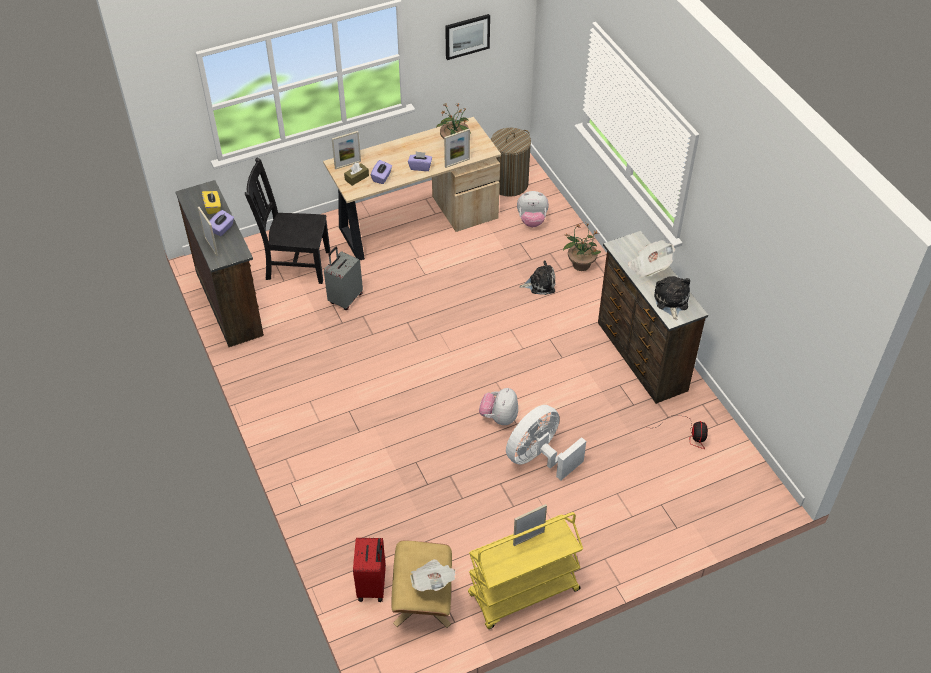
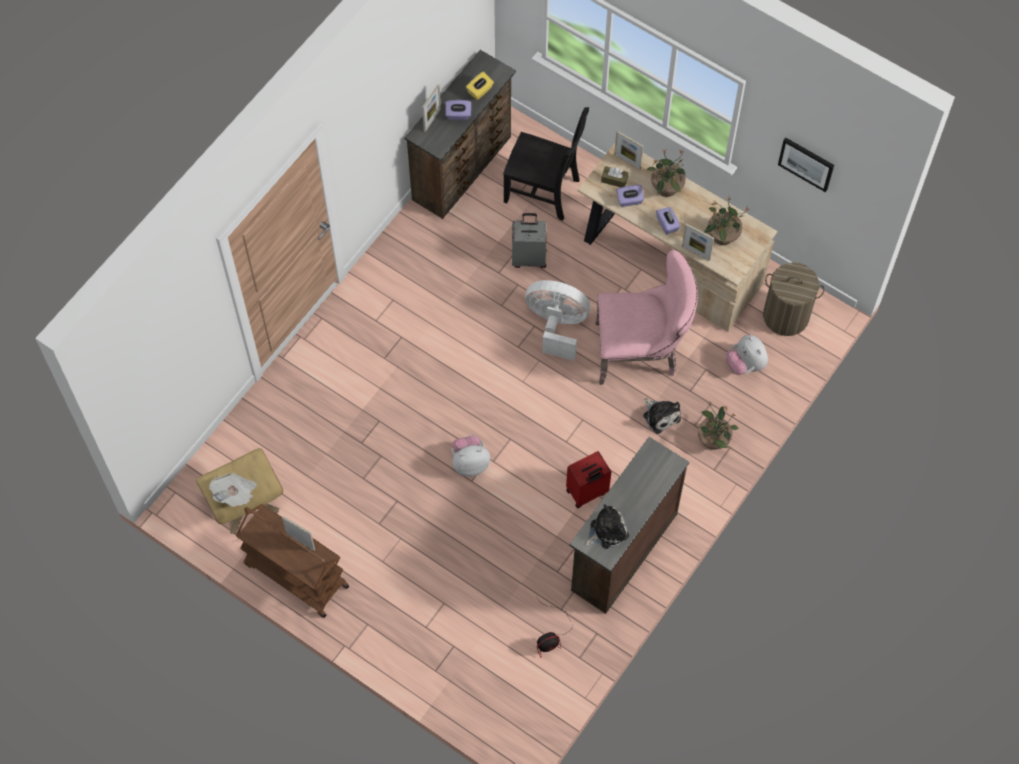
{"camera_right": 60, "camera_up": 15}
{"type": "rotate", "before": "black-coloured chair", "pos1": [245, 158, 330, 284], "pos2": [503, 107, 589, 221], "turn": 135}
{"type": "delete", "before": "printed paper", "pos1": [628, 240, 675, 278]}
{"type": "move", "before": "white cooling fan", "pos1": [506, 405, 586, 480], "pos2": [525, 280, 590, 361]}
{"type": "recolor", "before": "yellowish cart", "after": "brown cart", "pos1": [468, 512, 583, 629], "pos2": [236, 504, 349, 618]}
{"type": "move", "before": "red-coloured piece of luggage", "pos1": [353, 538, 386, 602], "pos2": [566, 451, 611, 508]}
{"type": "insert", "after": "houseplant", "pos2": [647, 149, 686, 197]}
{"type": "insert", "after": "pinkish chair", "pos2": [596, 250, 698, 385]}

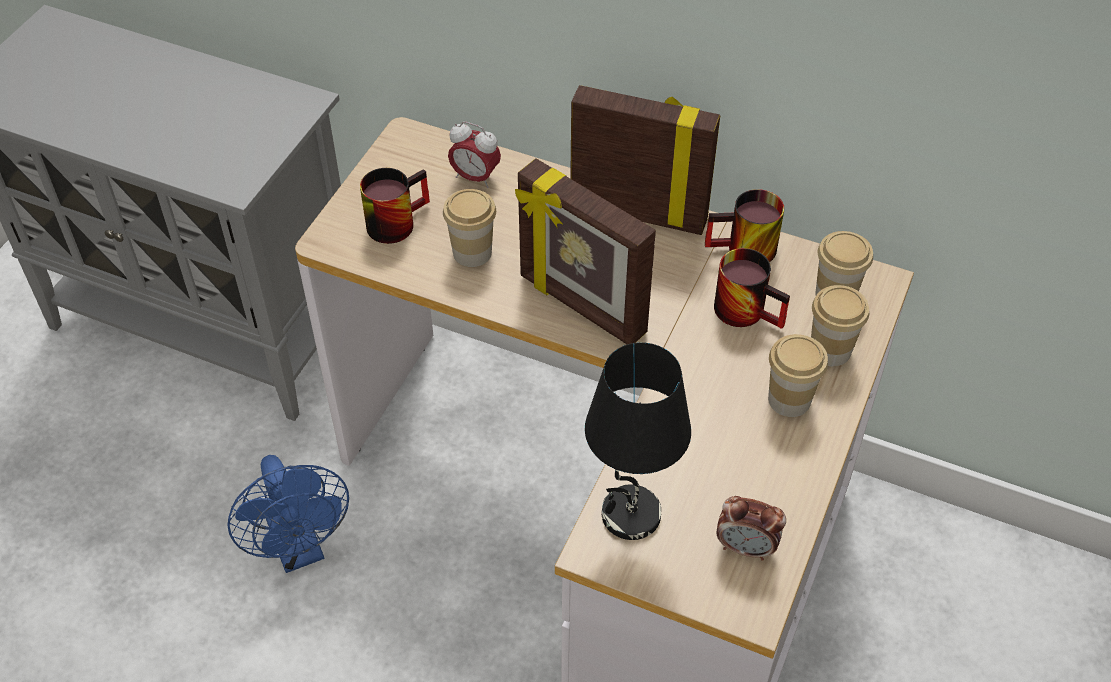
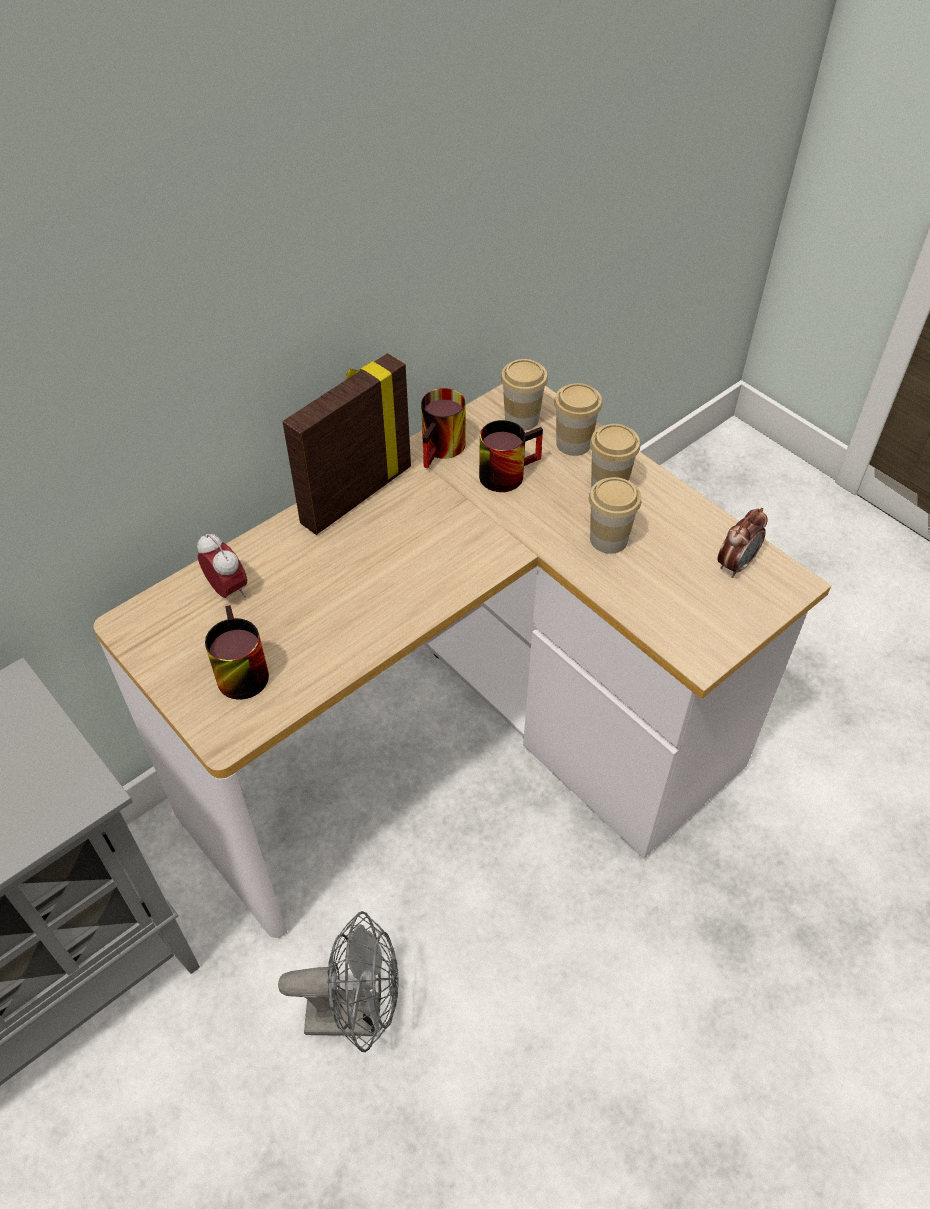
{"camera_right": -65, "camera_up": 0}
{"type": "rotate", "before": "table clock", "pos1": [448, 121, 501, 188], "pos2": [197, 533, 247, 598], "turn": -90}
{"type": "delete", "before": "photo frame", "pos1": [515, 158, 656, 344]}
{"type": "move", "before": "drinking cup", "pos1": [443, 189, 496, 267], "pos2": [589, 477, 641, 554]}
{"type": "delete", "before": "black-coloured table lamp", "pos1": [585, 342, 691, 540]}
{"type": "recolor", "before": "blue cooling fan", "after": "grey cooling fan", "pos1": [227, 455, 349, 573], "pos2": [278, 911, 399, 1052]}

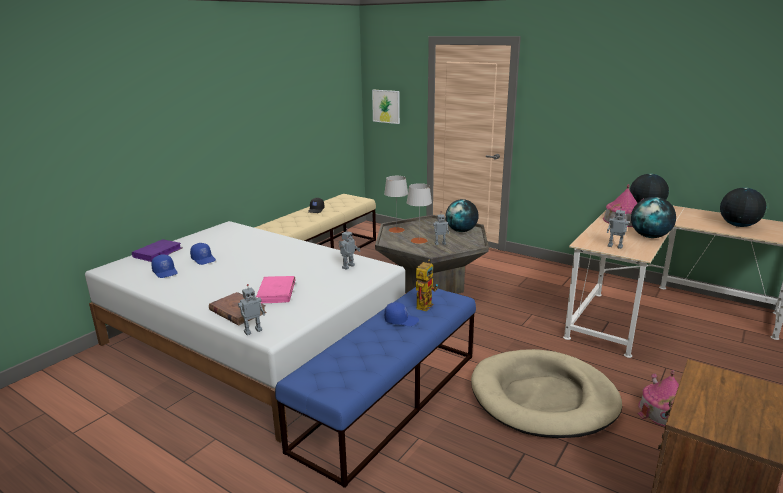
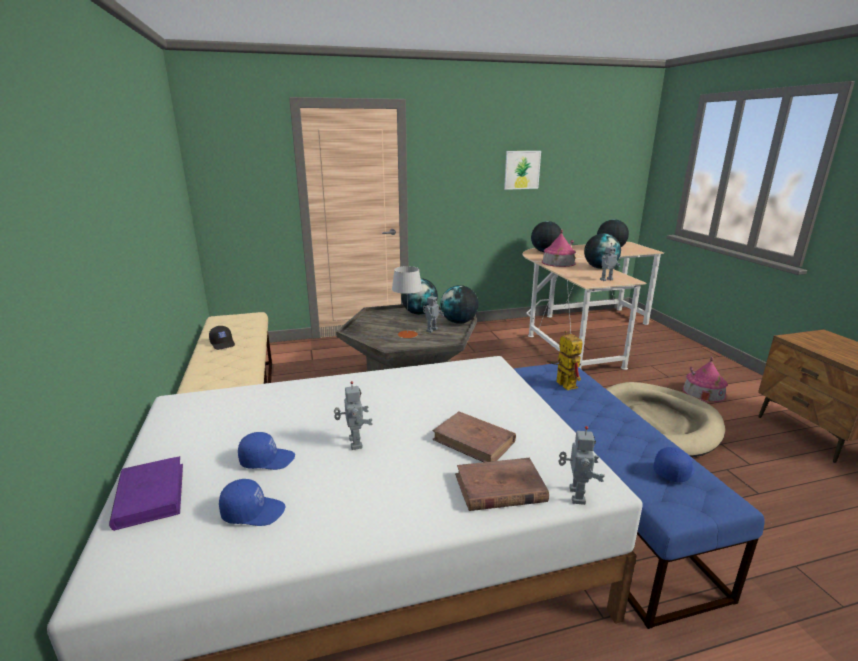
{"camera_right": -50, "camera_up": 0}
{"type": "move", "before": "picture", "pos1": [372, 90, 400, 124], "pos2": [504, 151, 541, 190]}
{"type": "delete", "before": "grey table lamp", "pos1": [384, 176, 408, 233]}
{"type": "move", "before": "model robot", "pos1": [339, 228, 360, 270], "pos2": [334, 381, 373, 450]}
{"type": "recolor", "before": "pinkish bound book", "after": "brown bound book", "pos1": [256, 276, 296, 303], "pos2": [433, 411, 516, 462]}
{"type": "move", "before": "blue peaked cap", "pos1": [384, 302, 419, 326], "pos2": [653, 447, 695, 482]}
{"type": "insert", "after": "world globe", "pos2": [440, 285, 478, 324]}

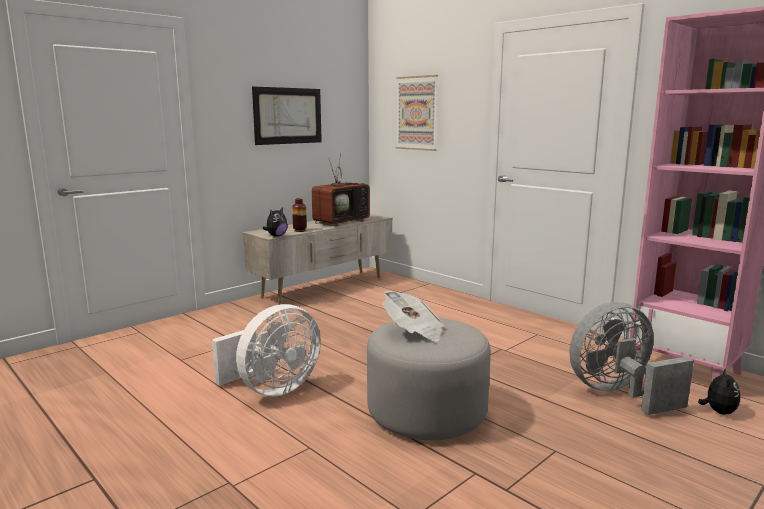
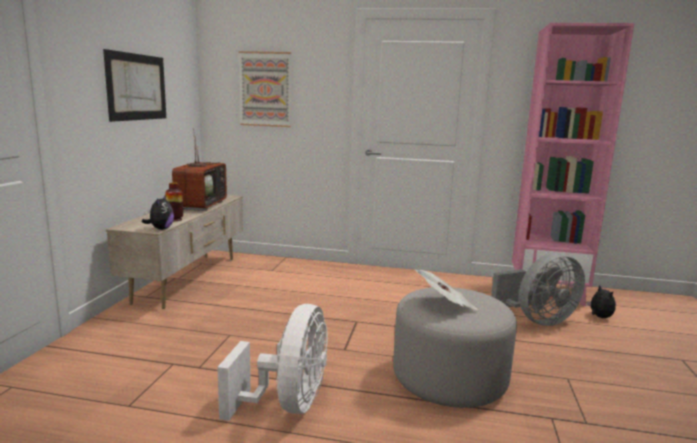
{"camera_right": -35, "camera_up": 0}
{"type": "rotate", "before": "grey cooling fan", "pos1": [569, 302, 694, 415], "pos2": [491, 253, 585, 326], "turn": -150}

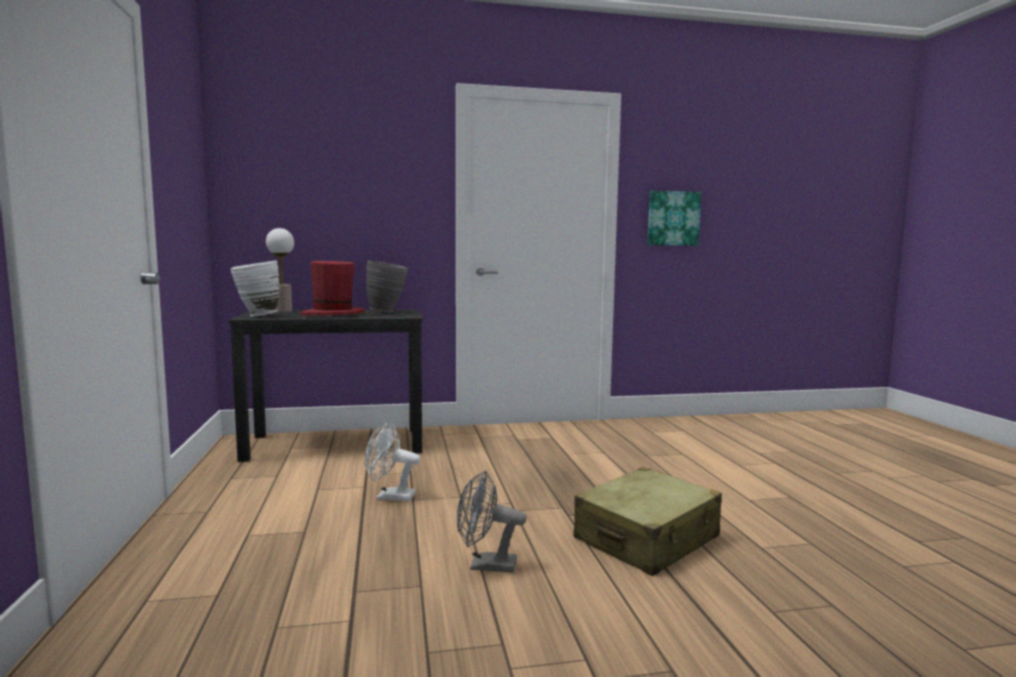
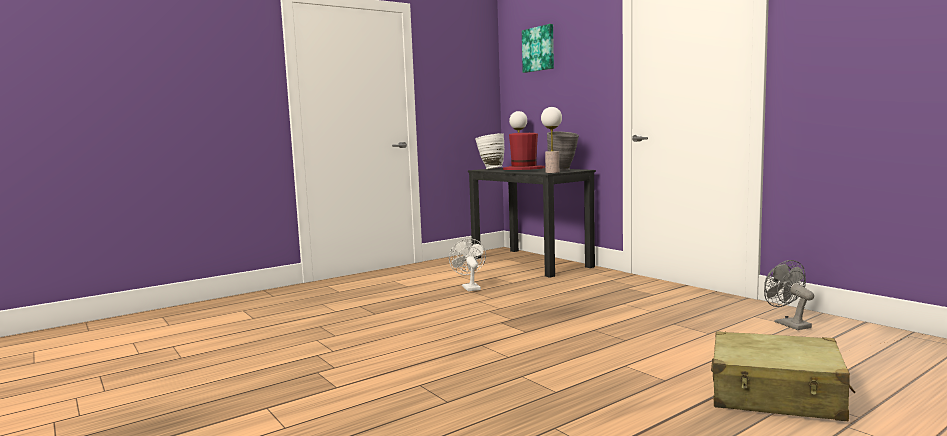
{"camera_right": 65, "camera_up": 0}
{"type": "move", "before": "picture", "pos1": [648, 191, 701, 246], "pos2": [522, 24, 554, 73]}
{"type": "move", "before": "beige piece of luggage", "pos1": [573, 467, 722, 576], "pos2": [711, 331, 855, 421]}
{"type": "move", "before": "grey cooling fan", "pos1": [457, 470, 527, 573], "pos2": [764, 260, 814, 330]}
{"type": "insert", "after": "table lamp", "pos2": [541, 107, 562, 173]}

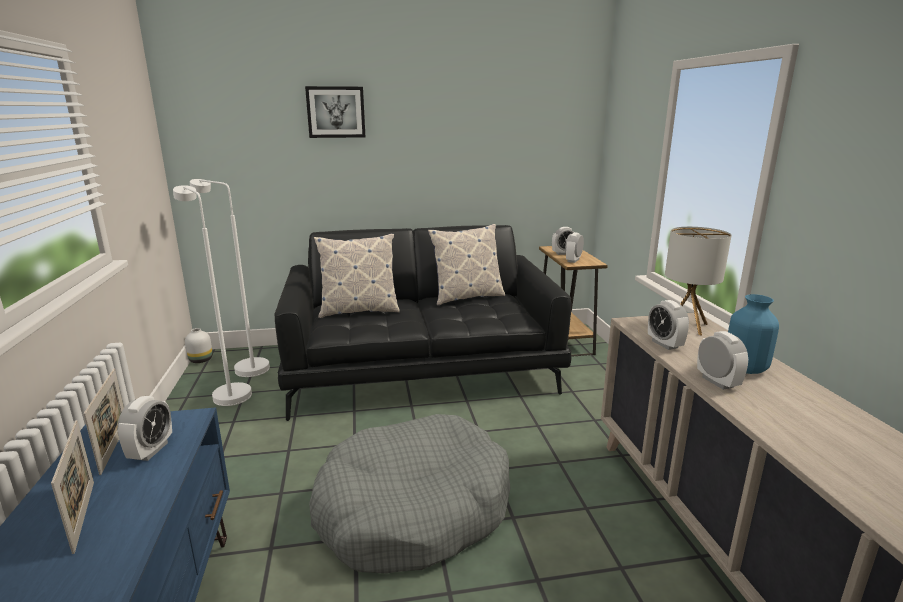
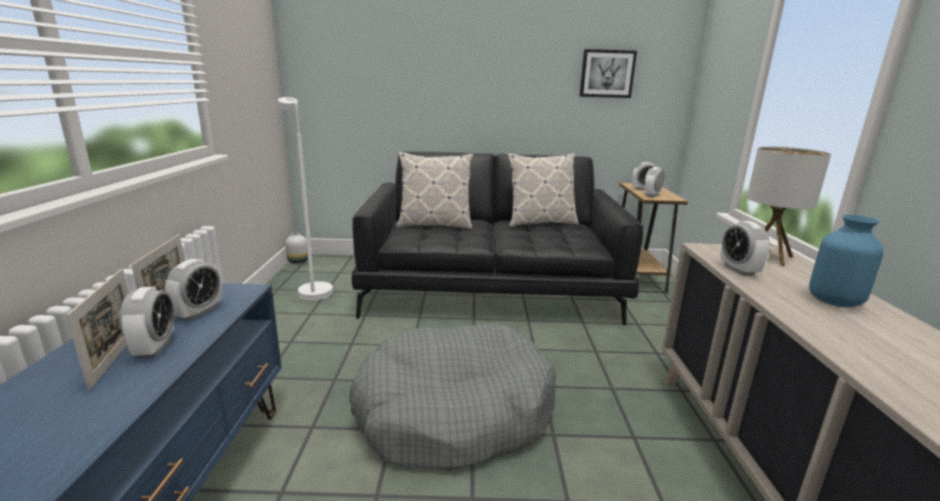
{"camera_right": 10, "camera_up": 0}
{"type": "move", "before": "picture", "pos1": [305, 86, 365, 138], "pos2": [580, 49, 637, 98]}
{"type": "delete", "before": "white floor lamp", "pos1": [190, 179, 270, 377]}
{"type": "move", "before": "table clock", "pos1": [697, 331, 748, 390], "pos2": [119, 287, 174, 358]}

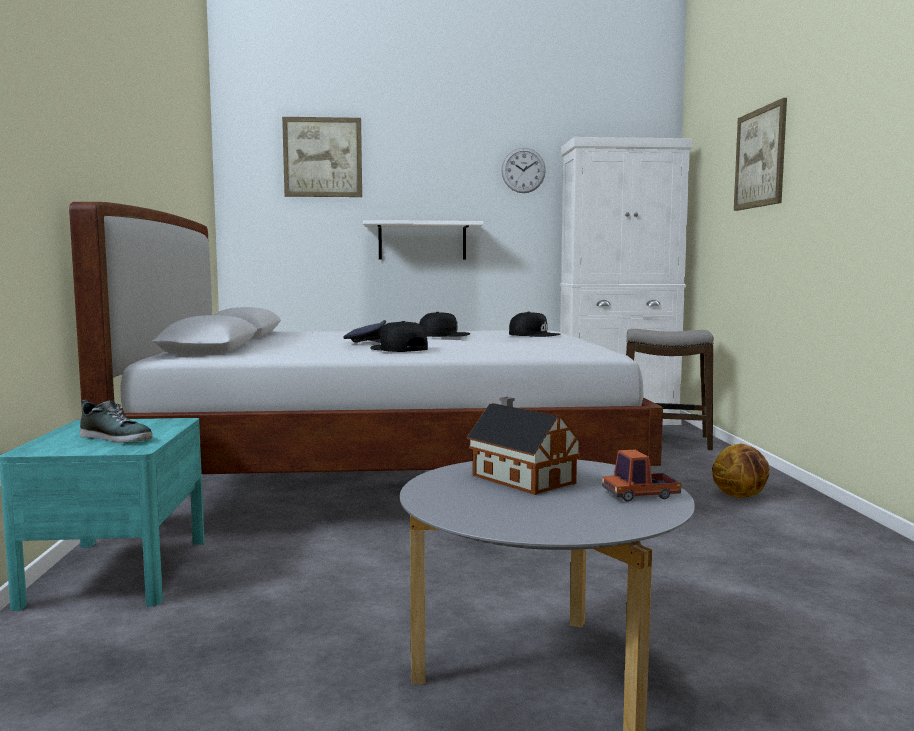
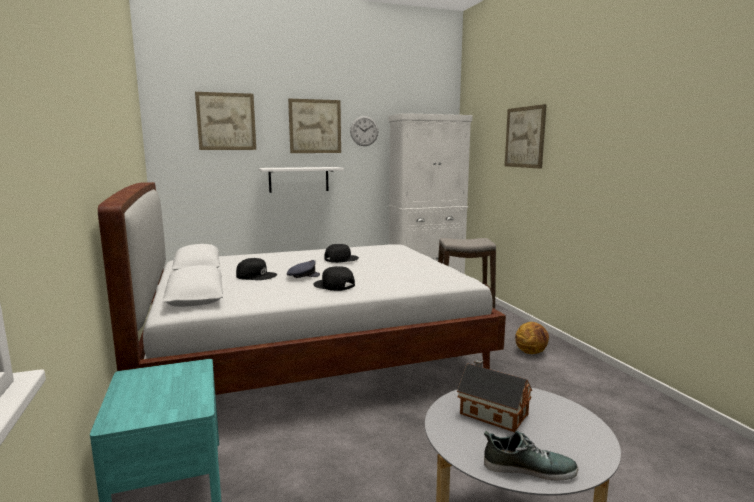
{"camera_right": -15, "camera_up": 5}
{"type": "move", "before": "black-coloured peaked cap", "pos1": [509, 311, 561, 337], "pos2": [236, 258, 277, 280]}
{"type": "move", "before": "item of footwear", "pos1": [80, 400, 153, 443], "pos2": [484, 431, 578, 480]}
{"type": "delete", "before": "toy lorry", "pos1": [602, 450, 681, 502]}
{"type": "insert", "after": "picture", "pos2": [288, 99, 341, 153]}

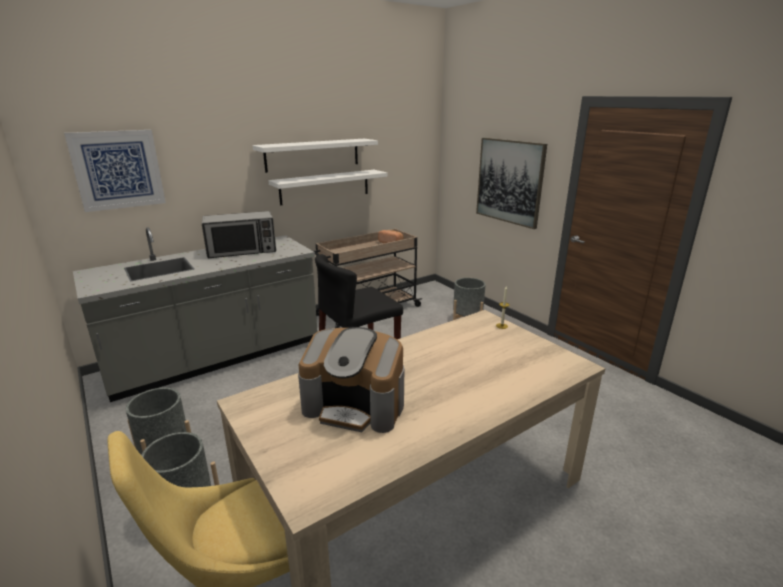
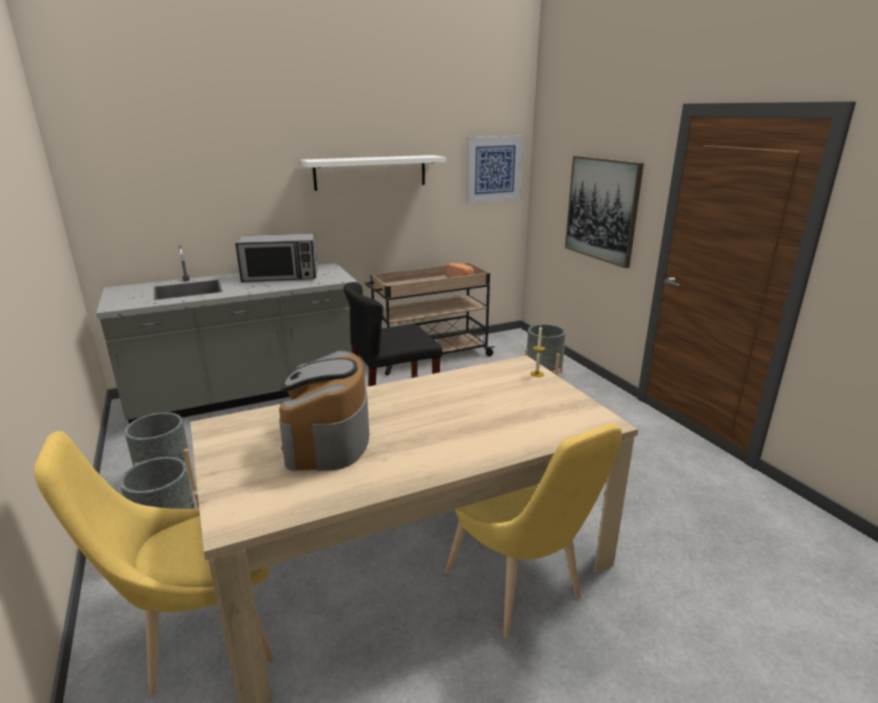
{"camera_right": 10, "camera_up": 0}
{"type": "move", "before": "picture", "pos1": [64, 130, 166, 212], "pos2": [466, 136, 524, 203]}
{"type": "delete", "before": "white bracket shelf", "pos1": [268, 170, 388, 205]}
{"type": "rotate", "before": "coffee machine", "pos1": [298, 327, 404, 433], "pos2": [279, 351, 369, 471], "turn": 60}
{"type": "insert", "after": "yellowish chair", "pos2": [445, 423, 622, 639]}

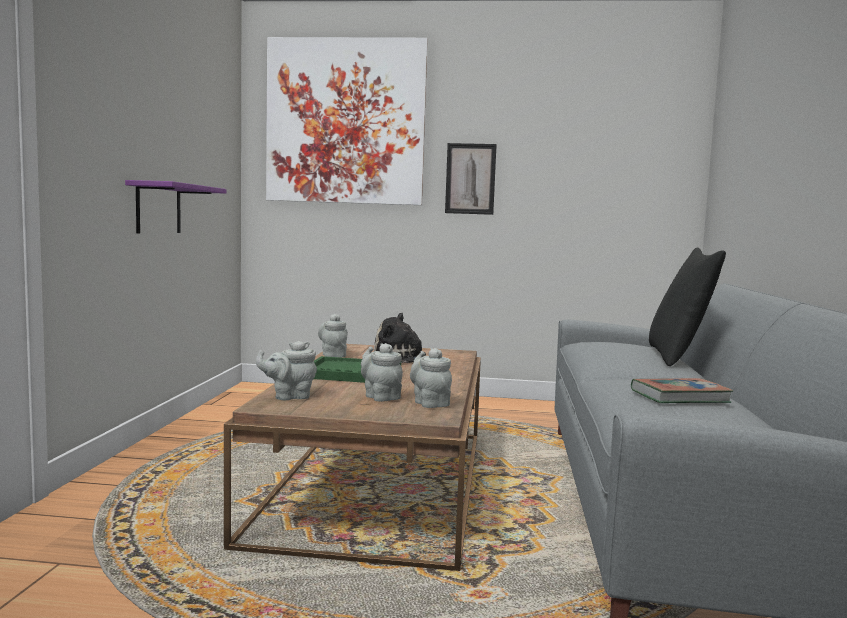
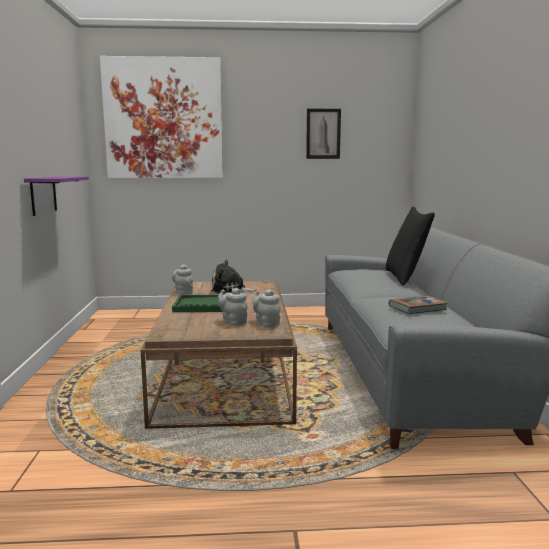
{"camera_right": -10, "camera_up": 5}
{"type": "move", "before": "picture", "pos1": [445, 143, 497, 215], "pos2": [306, 109, 341, 159]}
{"type": "delete", "before": "grey pot for tea", "pos1": [256, 341, 317, 400]}

